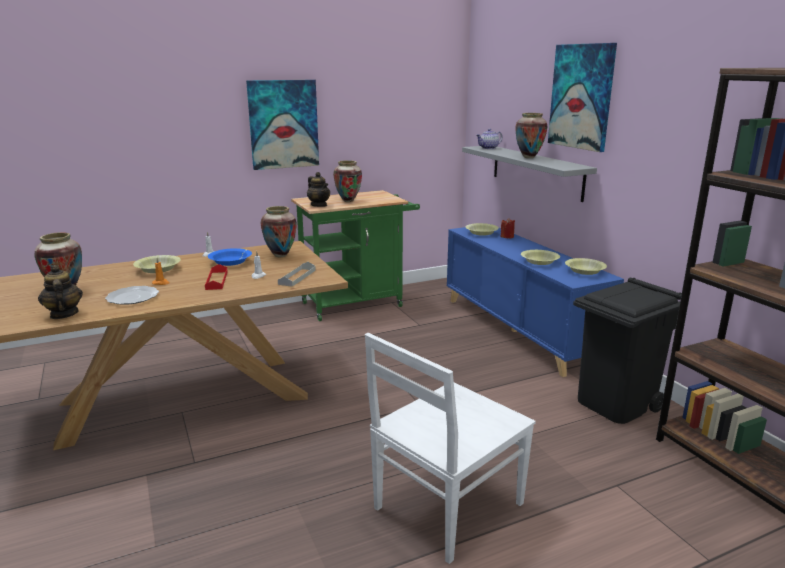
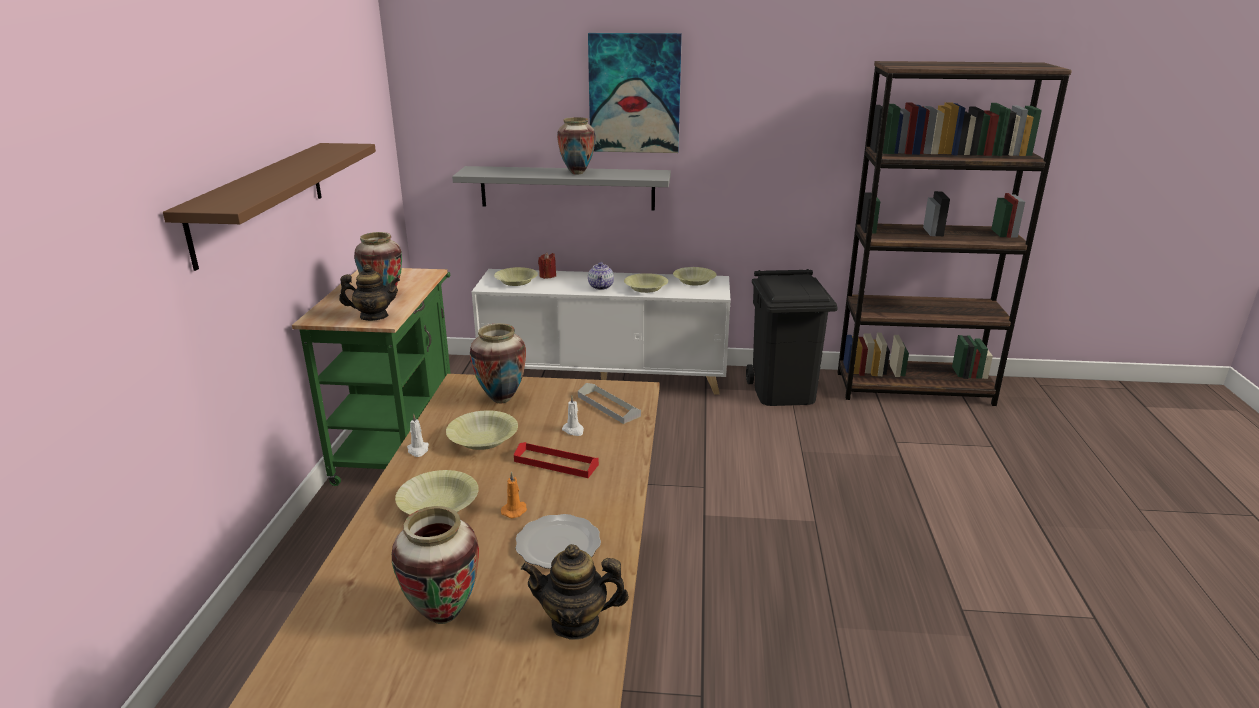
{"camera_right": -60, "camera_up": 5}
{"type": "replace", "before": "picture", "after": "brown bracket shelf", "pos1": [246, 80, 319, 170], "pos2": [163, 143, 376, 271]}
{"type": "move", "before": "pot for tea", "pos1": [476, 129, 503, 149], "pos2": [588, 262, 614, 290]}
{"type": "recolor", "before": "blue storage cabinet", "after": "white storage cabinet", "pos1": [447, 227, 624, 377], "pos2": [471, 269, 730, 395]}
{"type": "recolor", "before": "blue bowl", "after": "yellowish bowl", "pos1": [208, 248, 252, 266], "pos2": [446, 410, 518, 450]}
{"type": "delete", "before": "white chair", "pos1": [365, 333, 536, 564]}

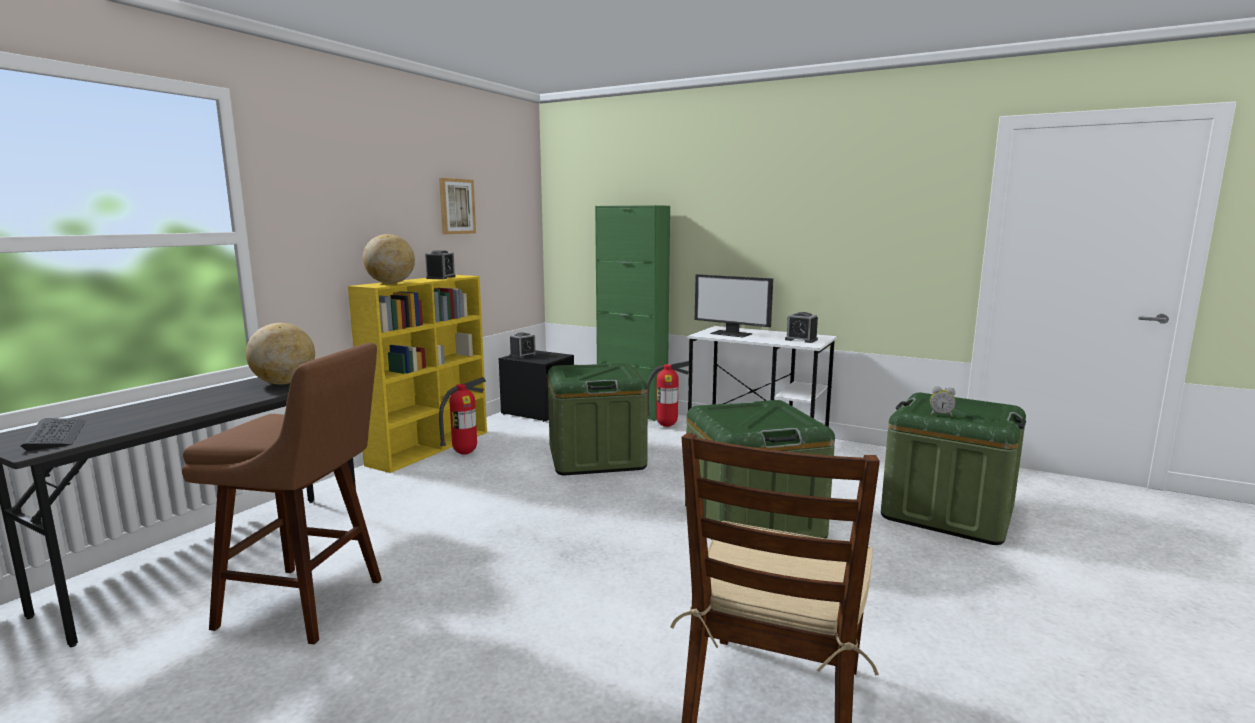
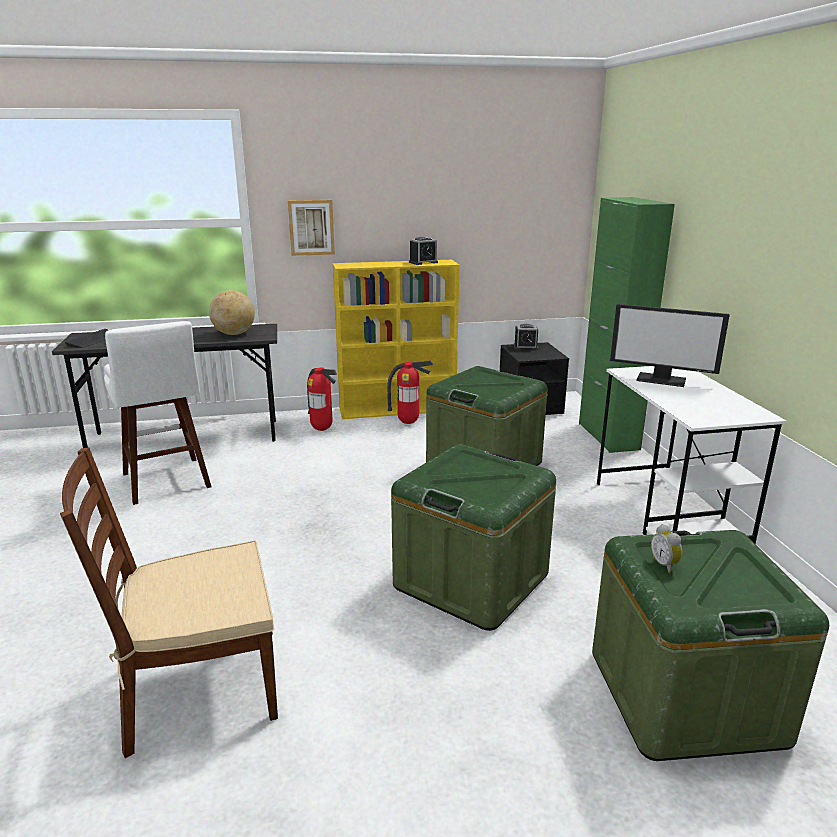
{"camera_right": 50, "camera_up": 10}
{"type": "move", "before": "picture", "pos1": [439, 178, 476, 234], "pos2": [288, 200, 335, 256]}
{"type": "delete", "before": "world globe", "pos1": [363, 234, 415, 284]}
{"type": "rotate", "before": "monitor", "pos1": [695, 274, 773, 337], "pos2": [610, 304, 730, 387], "turn": -60}
{"type": "delete", "before": "table clock", "pos1": [785, 312, 818, 343]}
{"type": "recolor", "before": "brown stool", "after": "white stool", "pos1": [182, 343, 382, 645], "pos2": [104, 321, 212, 505]}
{"type": "move", "before": "extinguisher", "pos1": [647, 361, 689, 427], "pos2": [307, 368, 337, 431]}

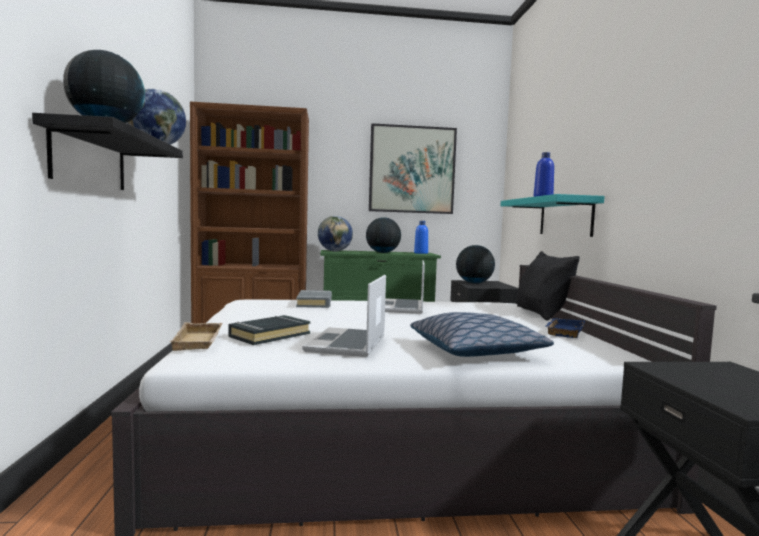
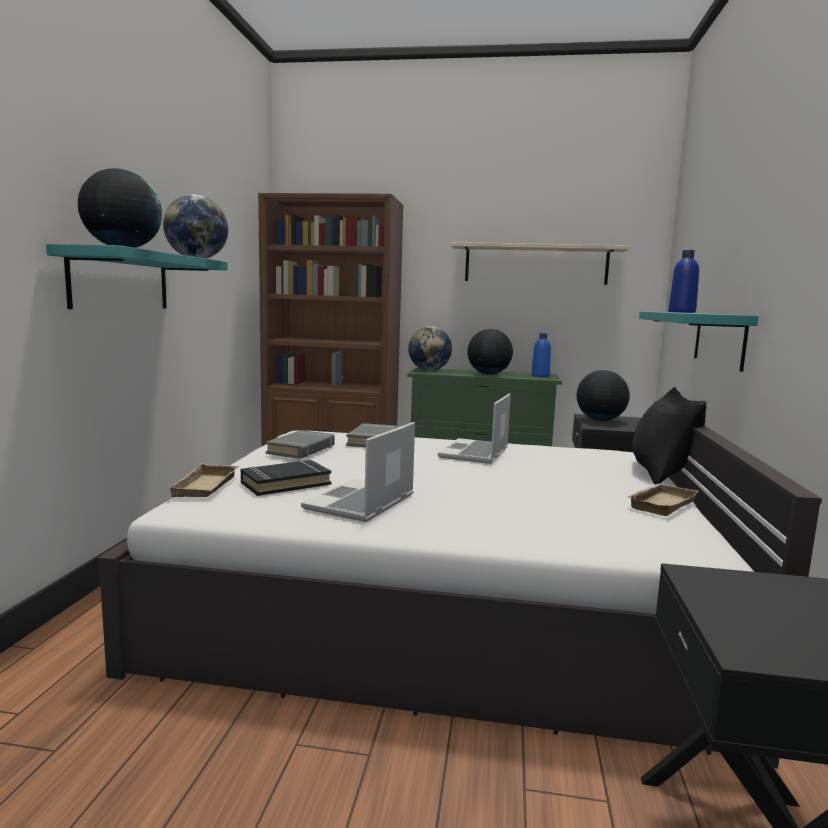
{"camera_right": 15, "camera_up": 5}
{"type": "recolor", "before": "black-coloured bracket shelf", "after": "blue-green bracket shelf", "pos1": [32, 113, 183, 190], "pos2": [46, 244, 228, 309]}
{"type": "replace", "before": "picture", "after": "beige bracket shelf", "pos1": [369, 123, 457, 214], "pos2": [451, 242, 630, 285]}
{"type": "delete", "before": "cushion", "pos1": [410, 312, 554, 357]}
{"type": "recolor", "before": "blue carrying tray", "after": "beige carrying tray", "pos1": [545, 318, 585, 338], "pos2": [629, 483, 699, 516]}
{"type": "insert", "after": "grey bound book", "pos2": [266, 430, 334, 459]}

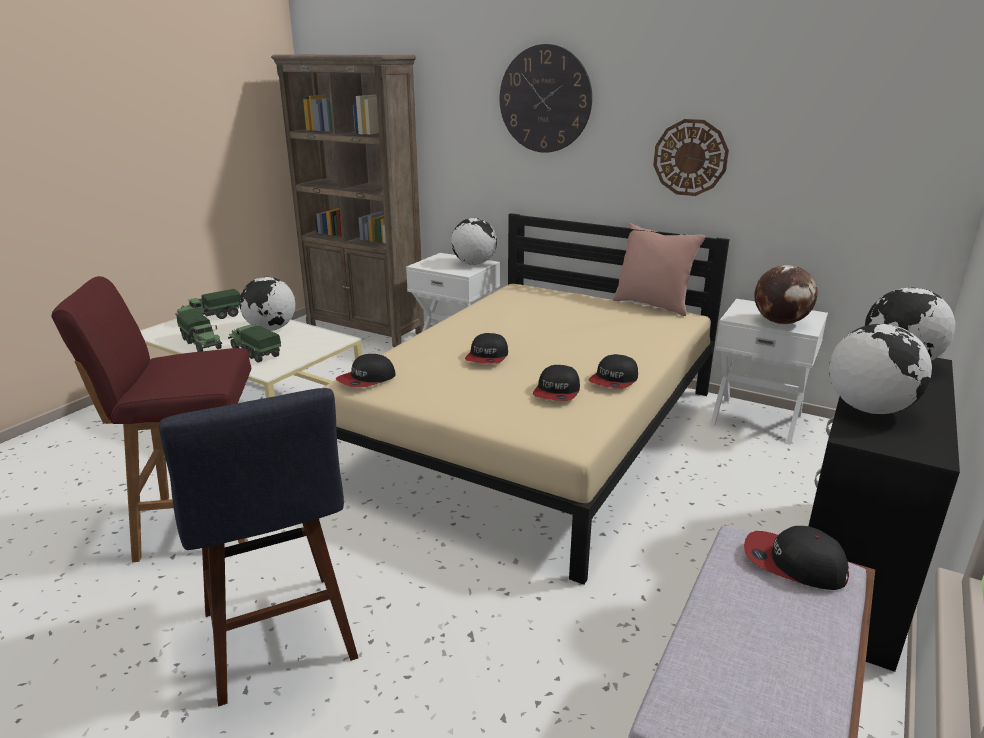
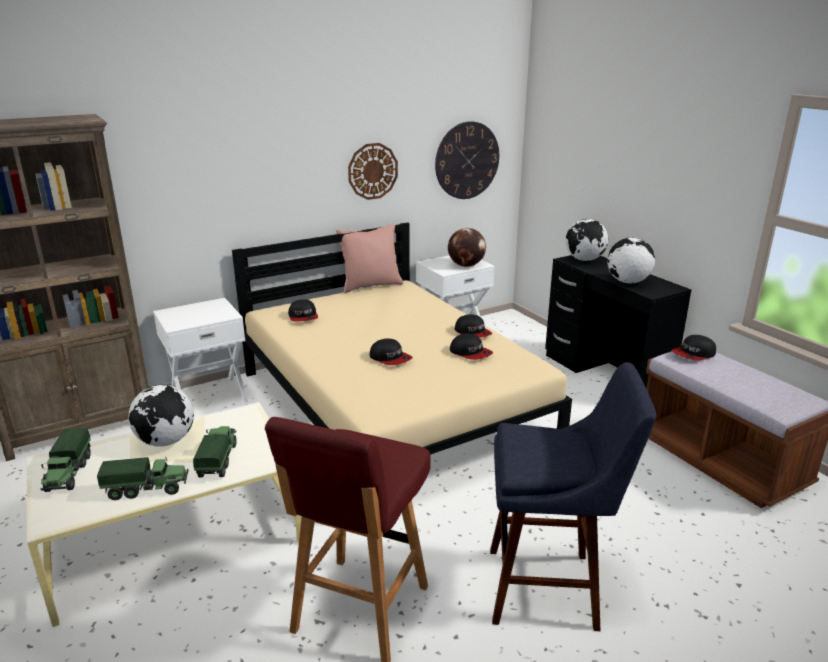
{"camera_right": -60, "camera_up": 0}
{"type": "move", "before": "wall clock", "pos1": [500, 44, 592, 153], "pos2": [435, 121, 499, 199]}
{"type": "delete", "before": "world globe", "pos1": [451, 218, 497, 265]}
{"type": "rotate", "before": "toy lorry", "pos1": [228, 324, 281, 363], "pos2": [193, 426, 236, 477], "turn": 105}
{"type": "move", "before": "peaked cap", "pos1": [336, 354, 396, 388], "pos2": [288, 299, 318, 322]}

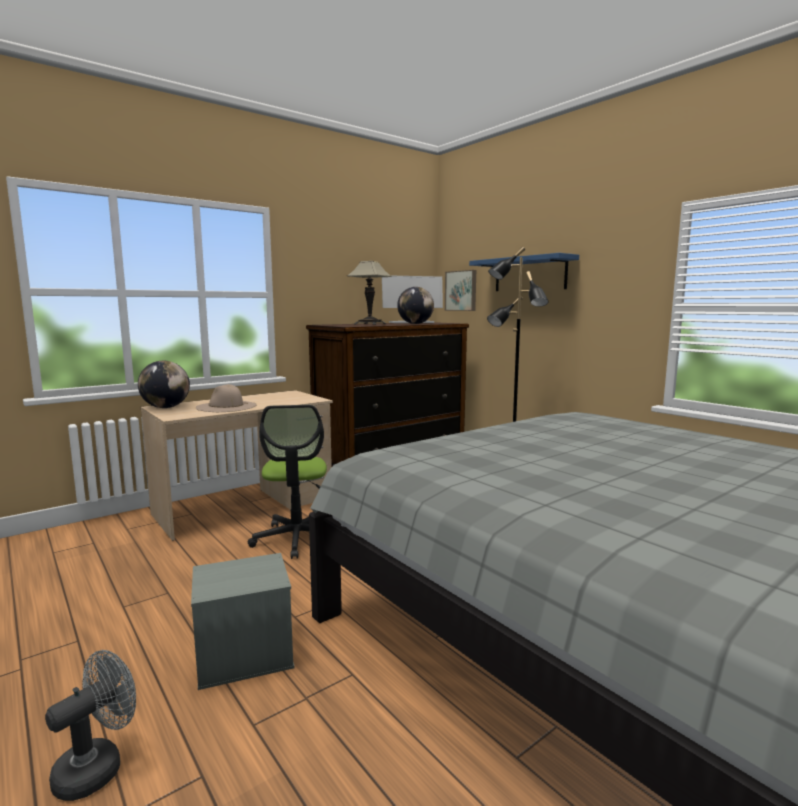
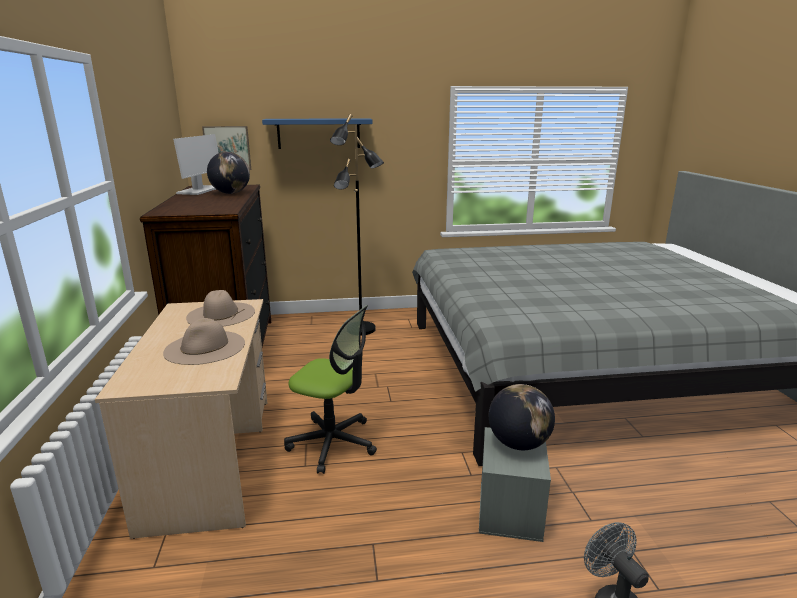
{"camera_right": -60, "camera_up": 10}
{"type": "delete", "before": "table lamp", "pos1": [347, 261, 392, 325]}
{"type": "move", "before": "world globe", "pos1": [138, 361, 190, 408], "pos2": [489, 384, 555, 450]}
{"type": "insert", "after": "beige clothing hat", "pos2": [186, 290, 255, 327]}

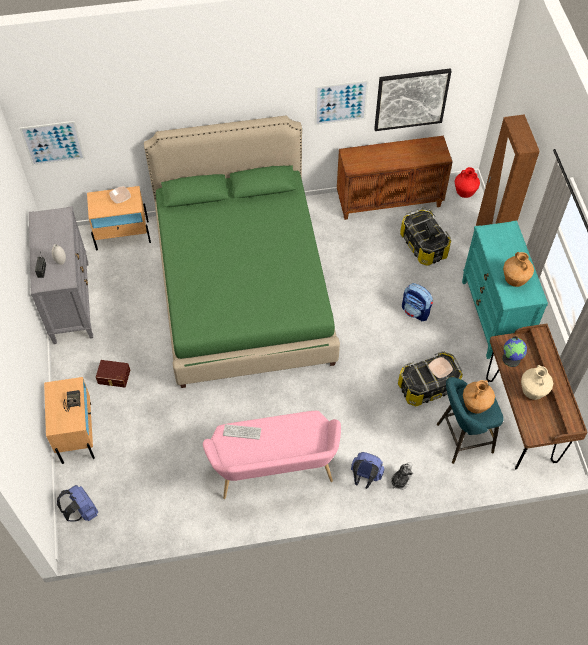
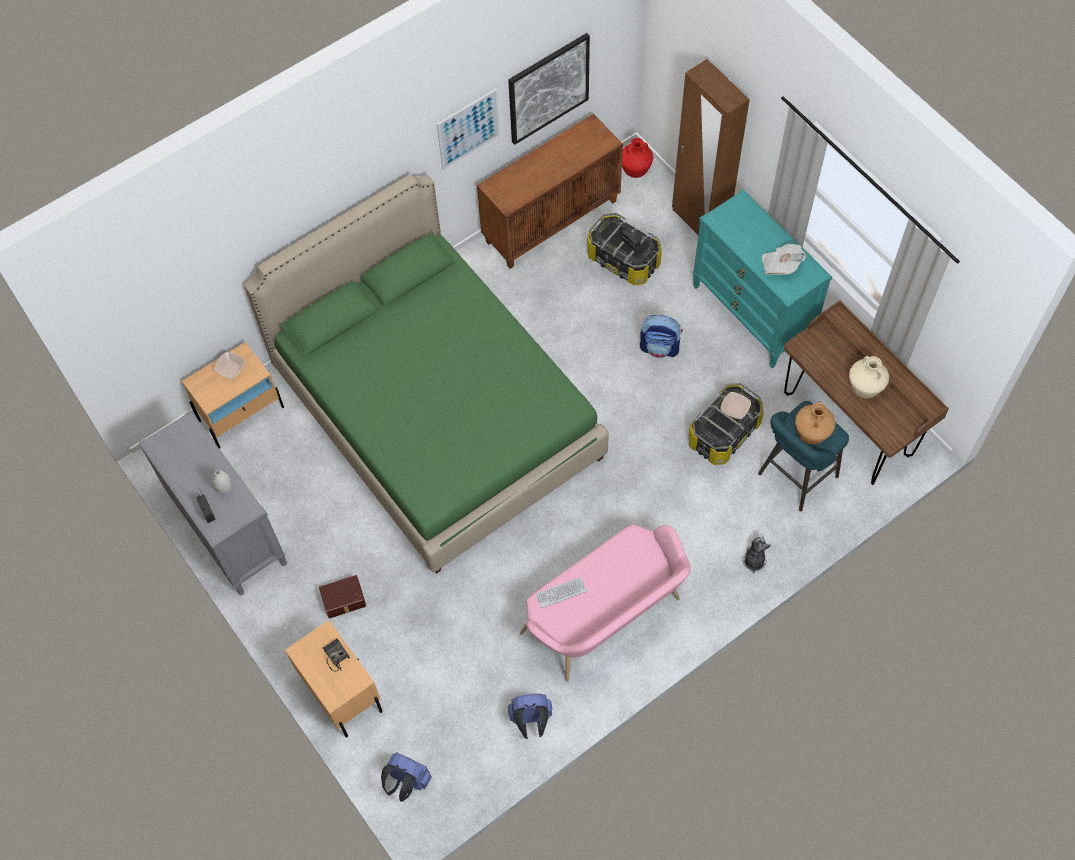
{"camera_right": -25, "camera_up": 5}
{"type": "delete", "before": "picture", "pos1": [20, 121, 85, 166]}
{"type": "replace", "before": "brown decorative vase", "after": "printed paper", "pos1": [503, 252, 534, 287], "pos2": [762, 244, 805, 275]}
{"type": "delete", "before": "world globe", "pos1": [502, 336, 527, 367]}
{"type": "move", "before": "blue backpack", "pos1": [351, 452, 384, 489], "pos2": [508, 694, 552, 739]}

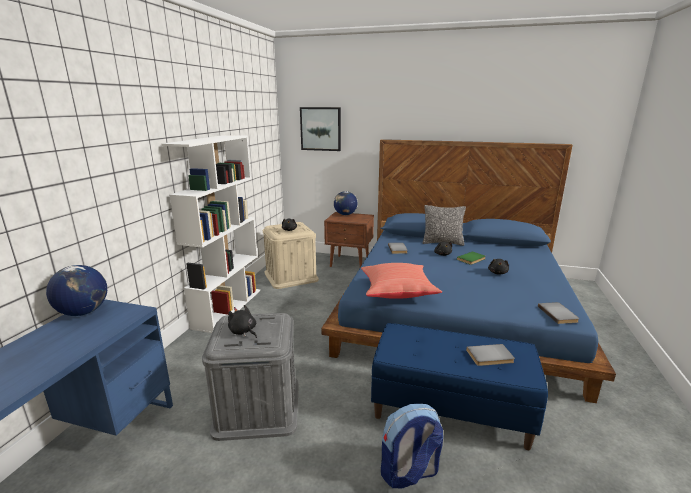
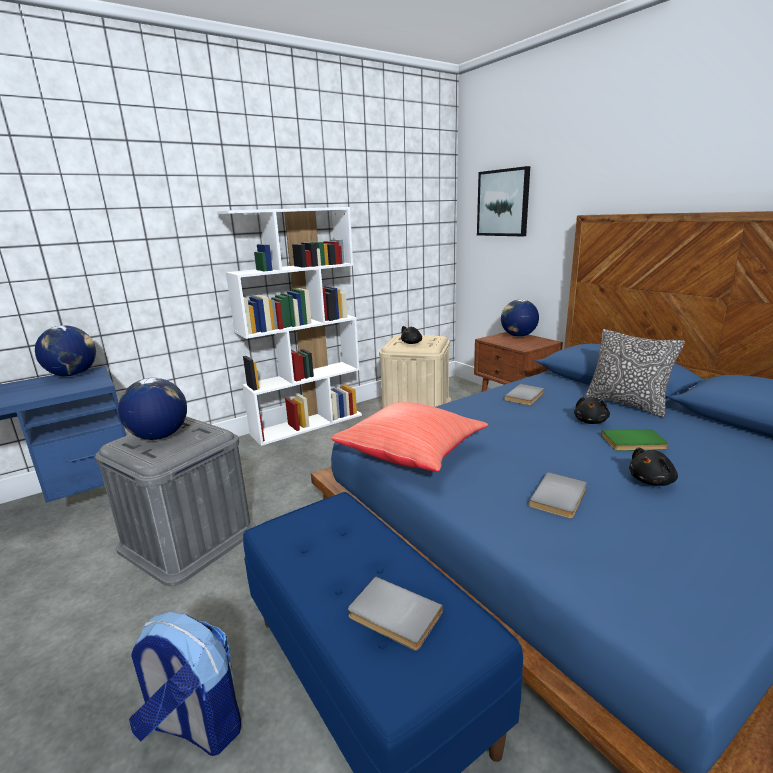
{"camera_right": 40, "camera_up": 0}
{"type": "move", "before": "grey bound book", "pos1": [538, 302, 580, 324], "pos2": [529, 472, 587, 519]}
{"type": "replace", "before": "black-coloured plush toy", "after": "world globe", "pos1": [228, 305, 257, 338], "pos2": [118, 378, 187, 440]}

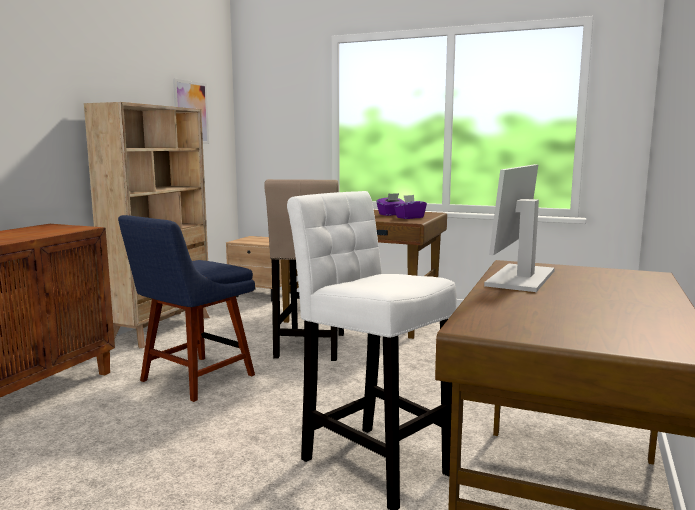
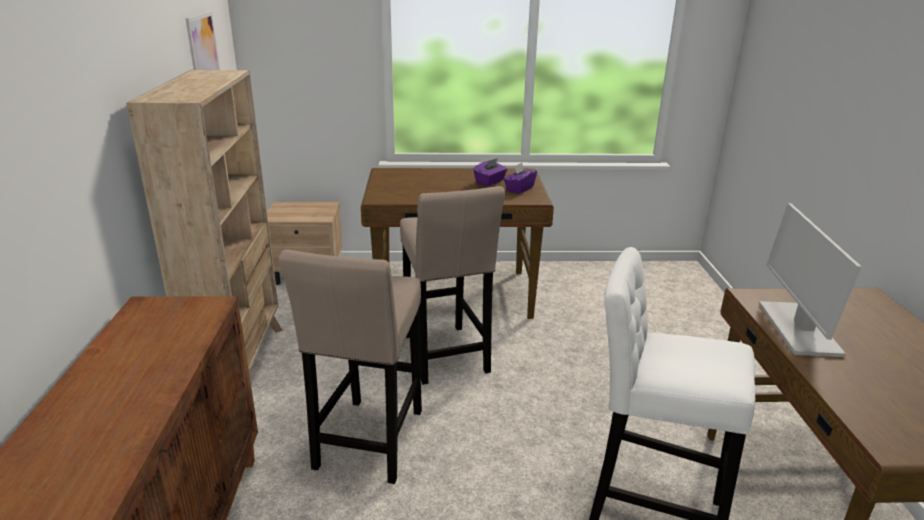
{"camera_right": -25, "camera_up": 15}
{"type": "replace", "before": "blue chair", "after": "beige stool", "pos1": [118, 215, 255, 402], "pos2": [279, 250, 422, 484]}

